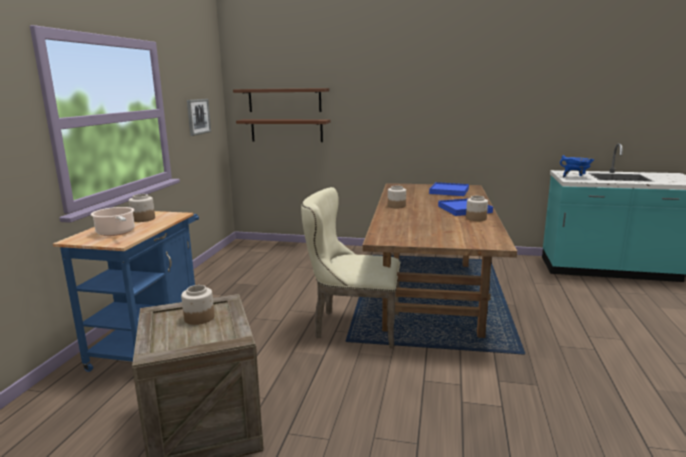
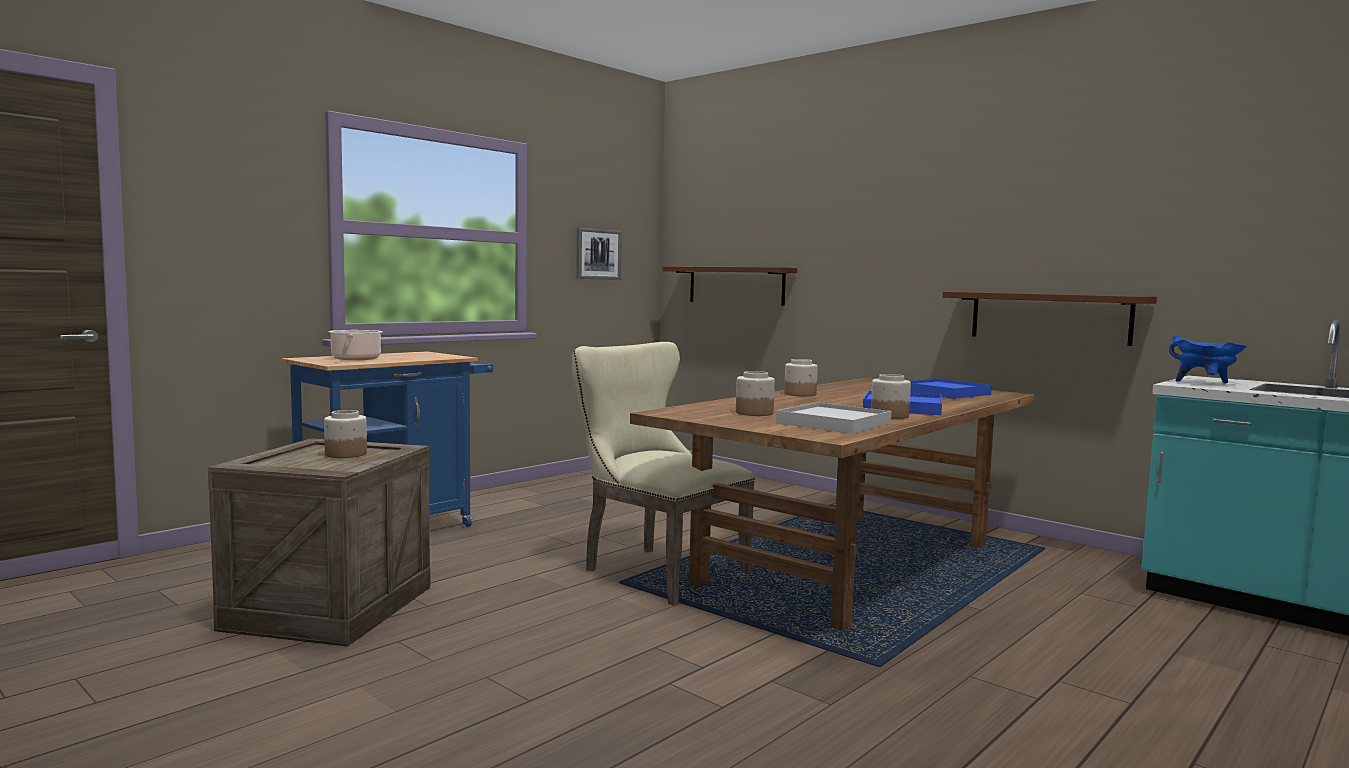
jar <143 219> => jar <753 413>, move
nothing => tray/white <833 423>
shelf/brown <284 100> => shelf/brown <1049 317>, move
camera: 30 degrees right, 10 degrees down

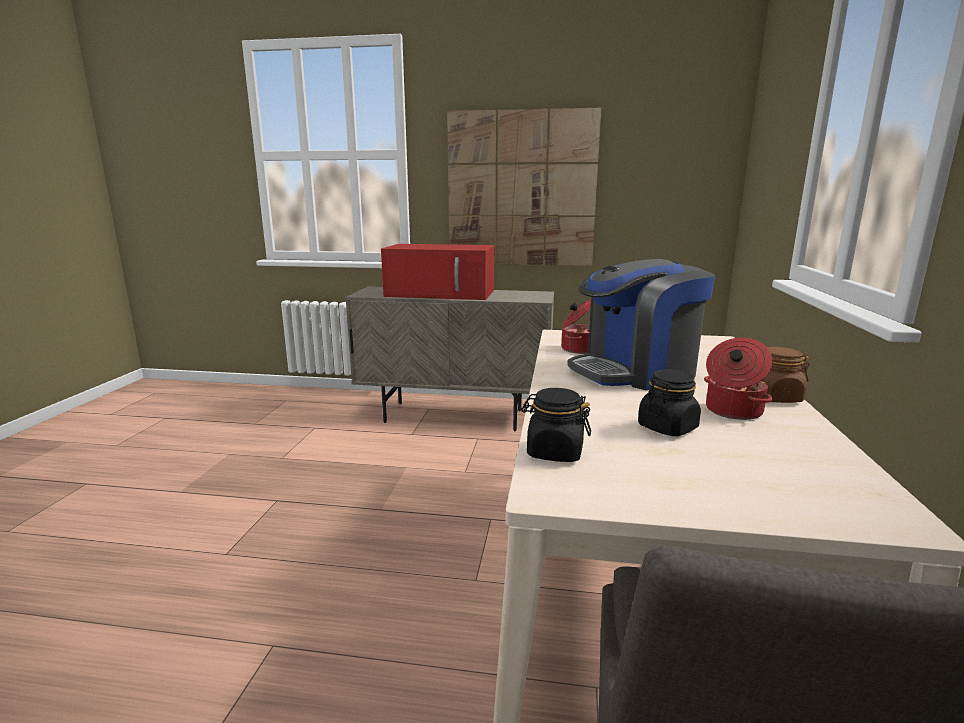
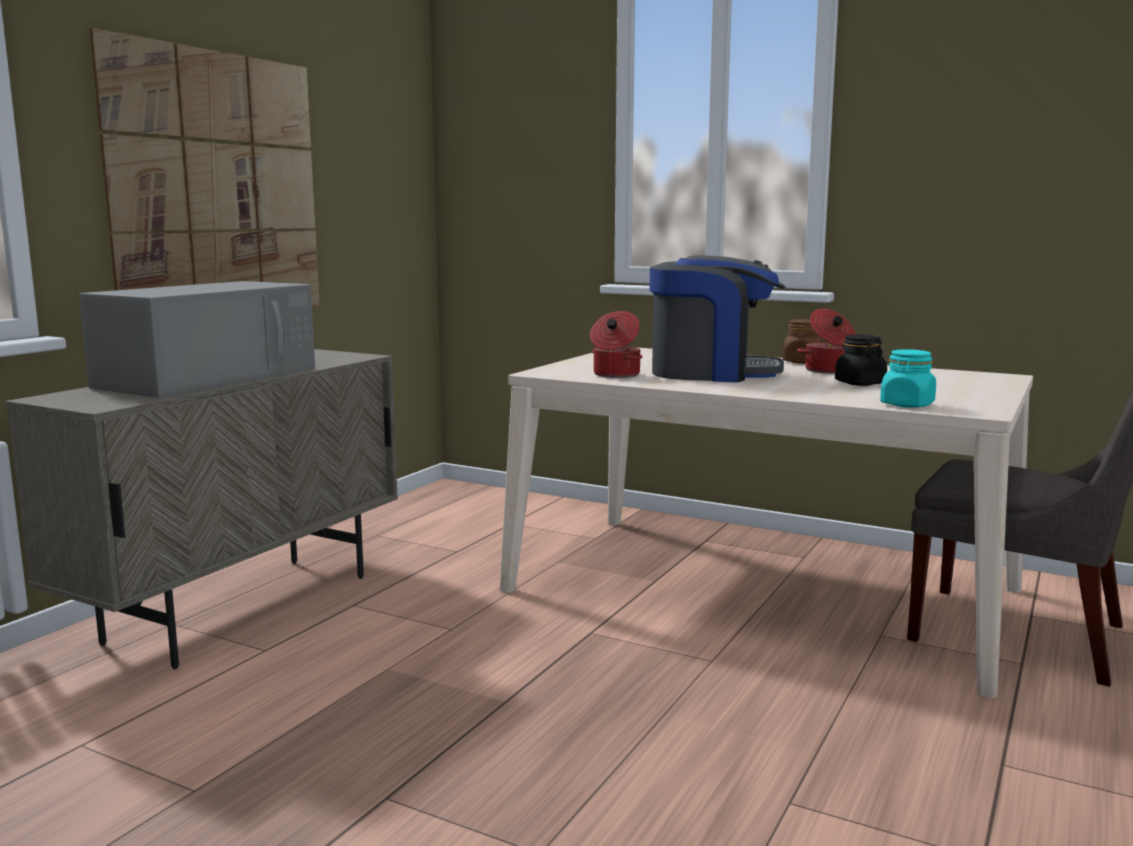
microwave/red <442 293> => microwave/grey <211 377>
coffee machine <635 372> => coffee machine <712 373>, 75 degrees counterclockwise
jar/black <554 452> => jar/turquoise <907 405>
camera: 70 degrees left, 5 degrees down

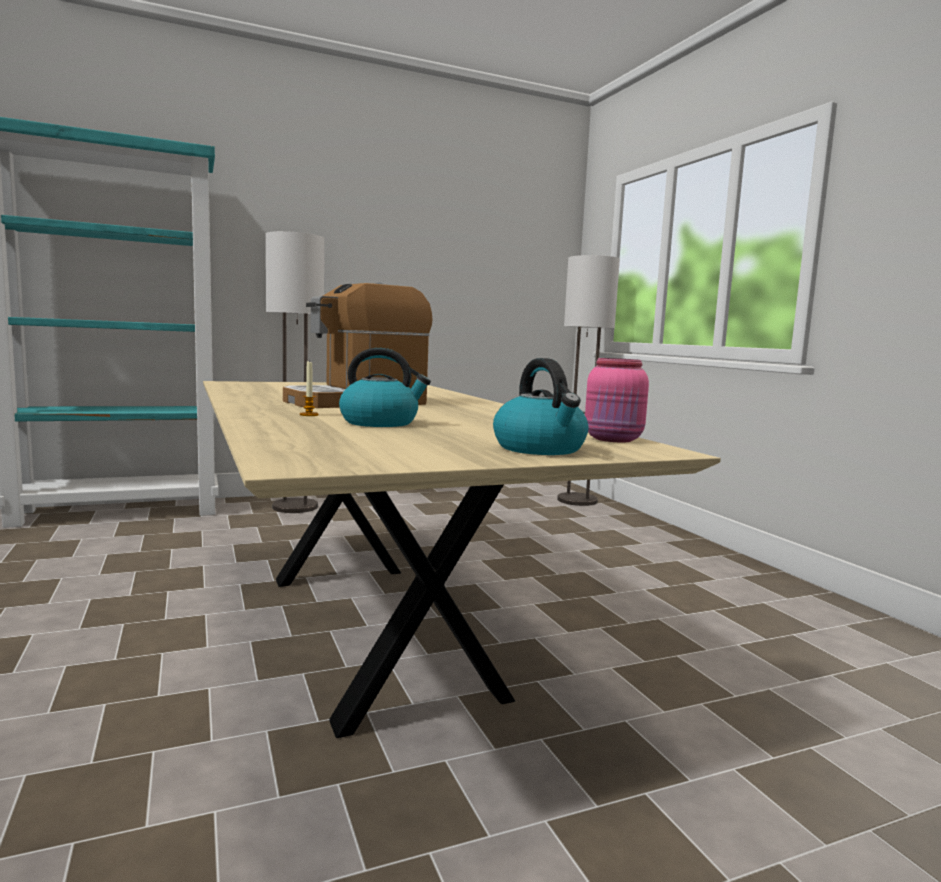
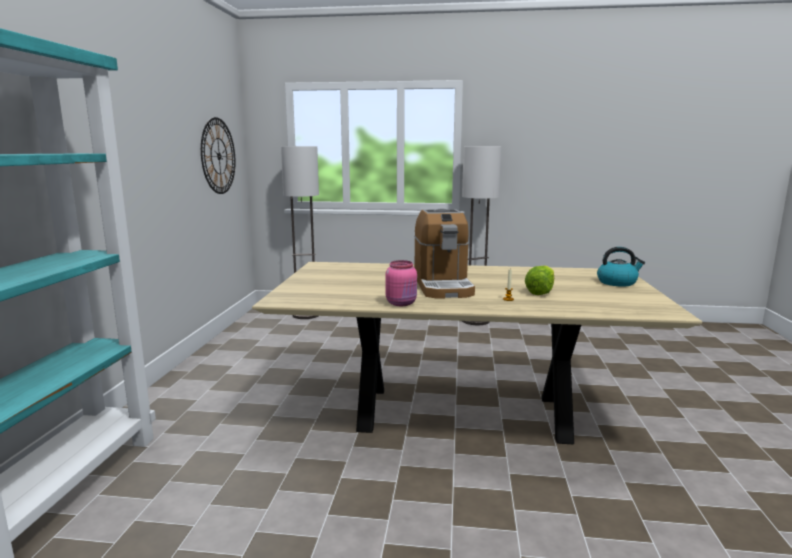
nothing => wall clock <218 156>
jar/pink <614 439> => jar/pink <402 303>, move
floor lamp <294 507> => floor lamp <475 320>, move
kettle <380 422> => lettuce <540 291>
camera: 60 degrees left, 5 degrees up

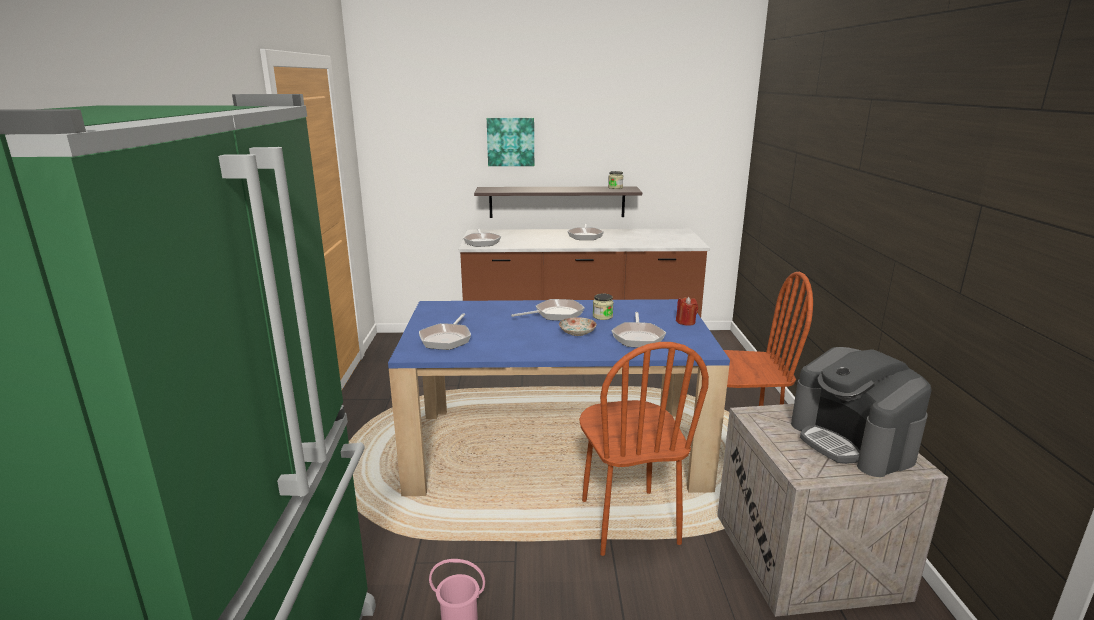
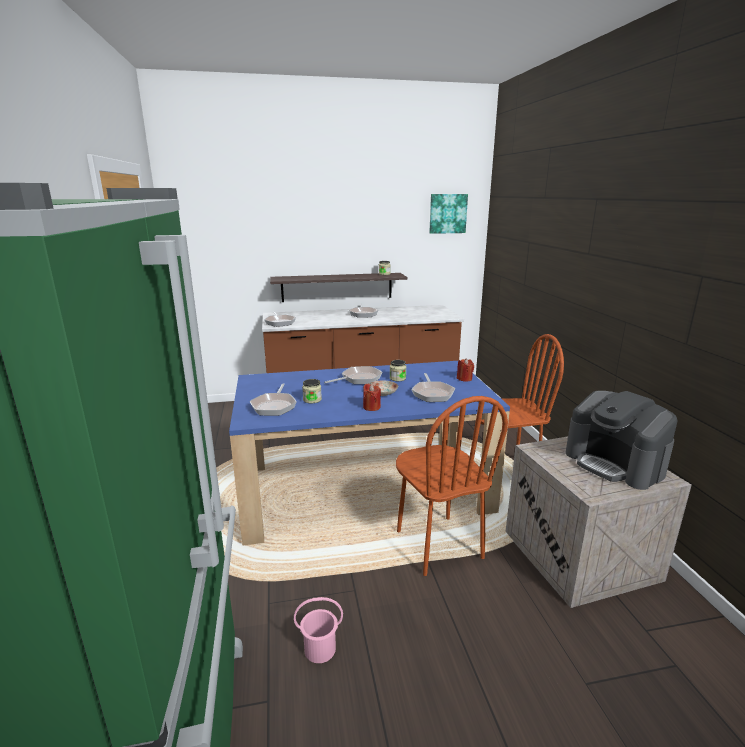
nothing => jar <312 400>
nothing => candle/red <371 407>
picture <510 141> => picture <447 213>, move
camera: 10 degrees left, 0 degrees up

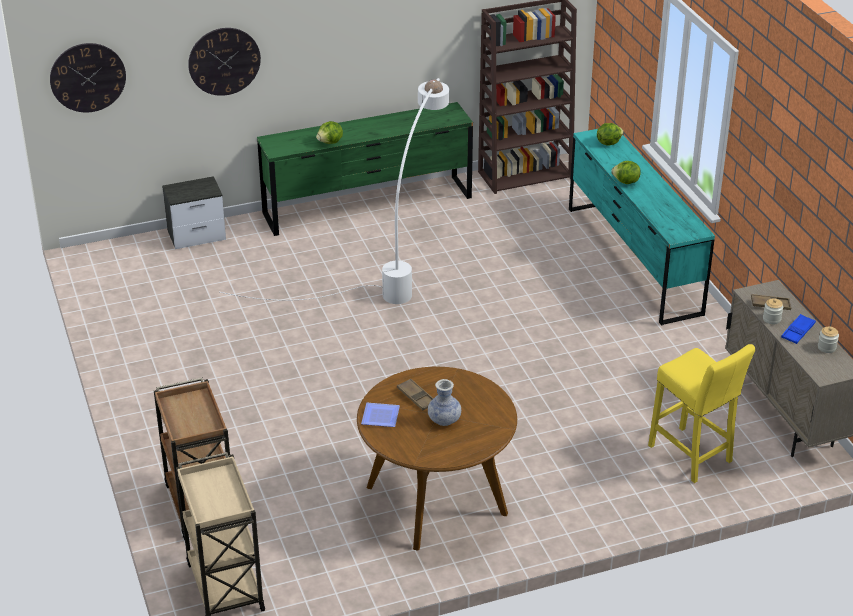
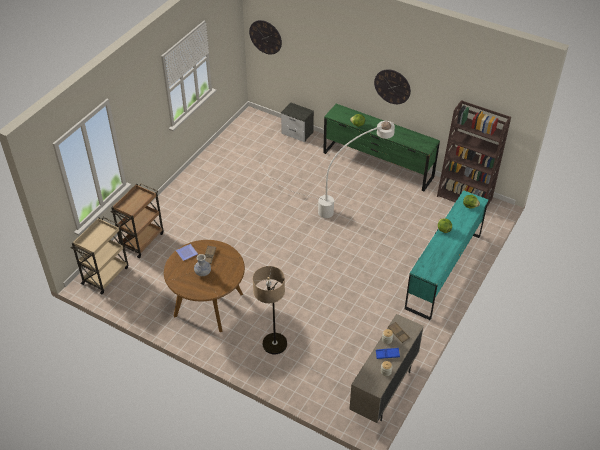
nothing => floor lamp <273 352>
wall clock <224 61> => wall clock <392 86>, move
stool/yellow <692 457> => nothing
camera: 50 degrees right, 10 degrees up

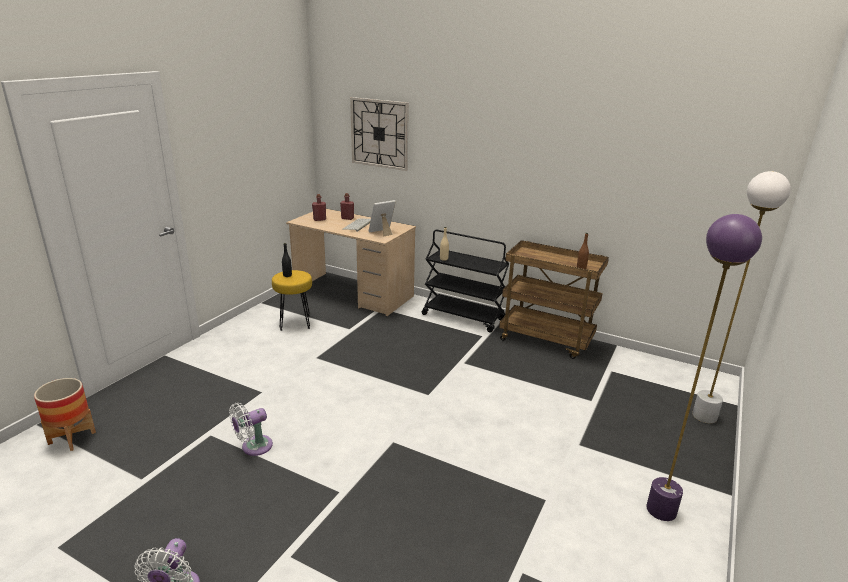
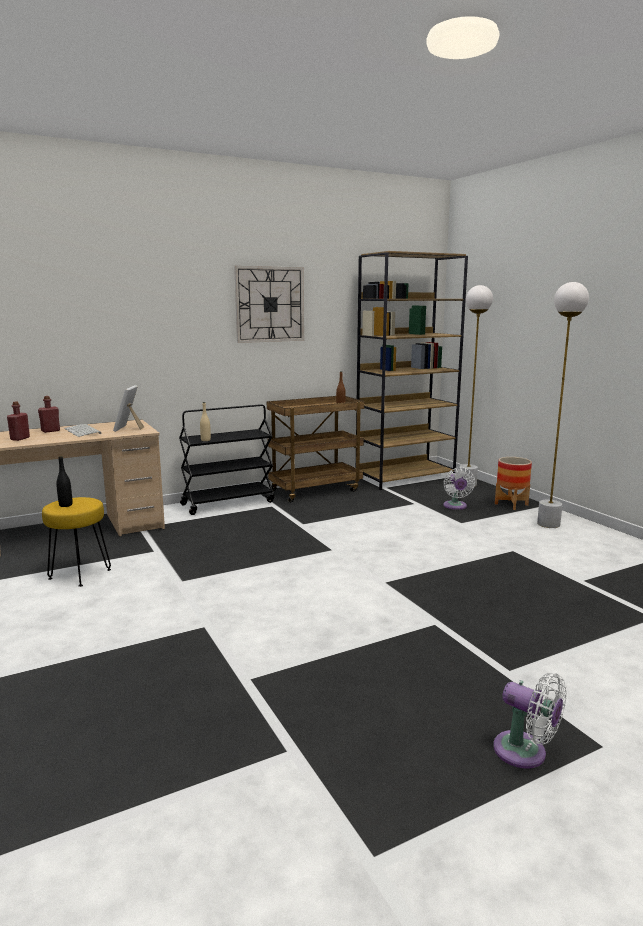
wall clock <379 133> => wall clock <270 304>, move
nothing => bookcase/brown <405 477>
fan/white <254 447> => fan/white <455 506>, move
planter <72 438> => planter <511 504>, move
floor lamp/purple <661 510> => floor lamp/white <548 524>
camera: 55 degrees left, 10 degrees down

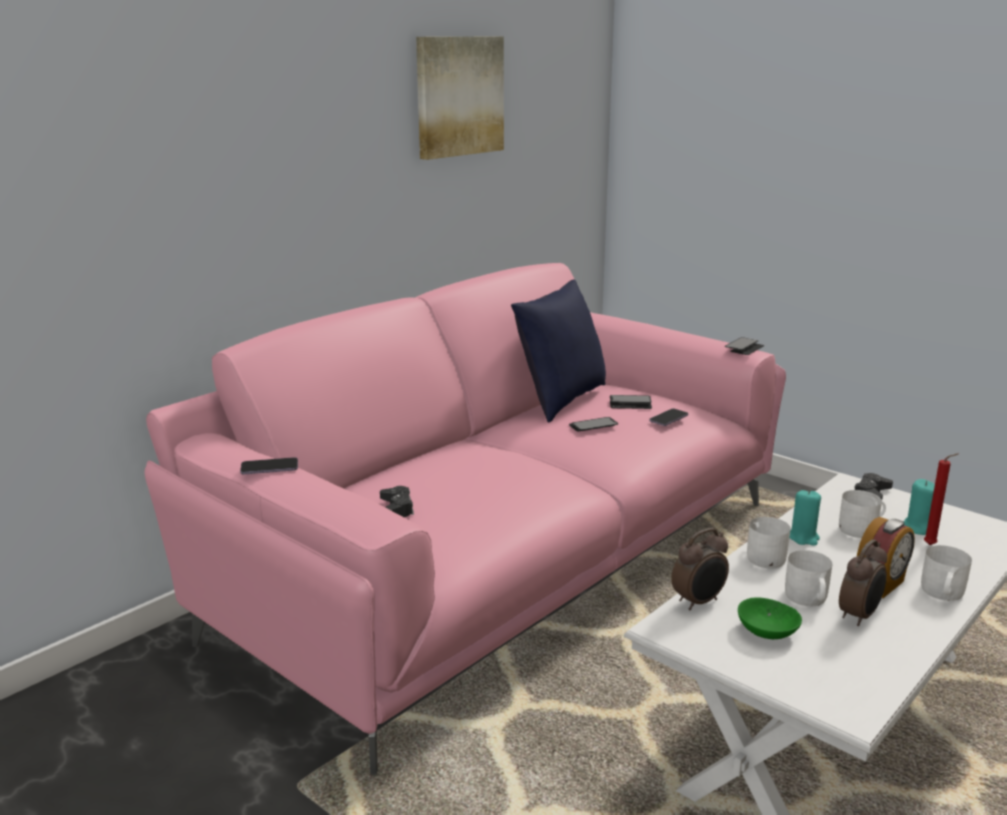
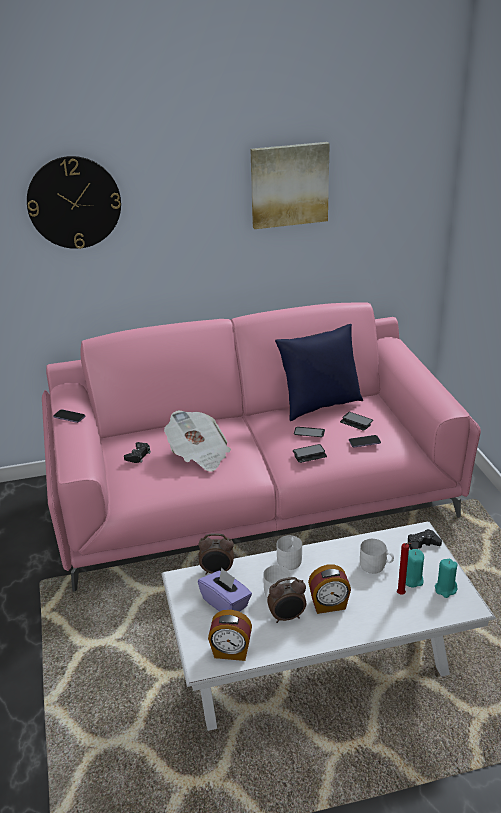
nothing => wall clock <74 202>
nothing => newspaper <199 454>
bowl/green <765 631> => tissue box/purple <226 603>
nothing => alarm clock <231 652>
phone <744 348> => phone <309 454>, move
candle/turquoise <803 538> => candle/turquoise <445 589>, move
mug/white <941 593> => nothing
camera: 35 degrees right, 10 degrees up

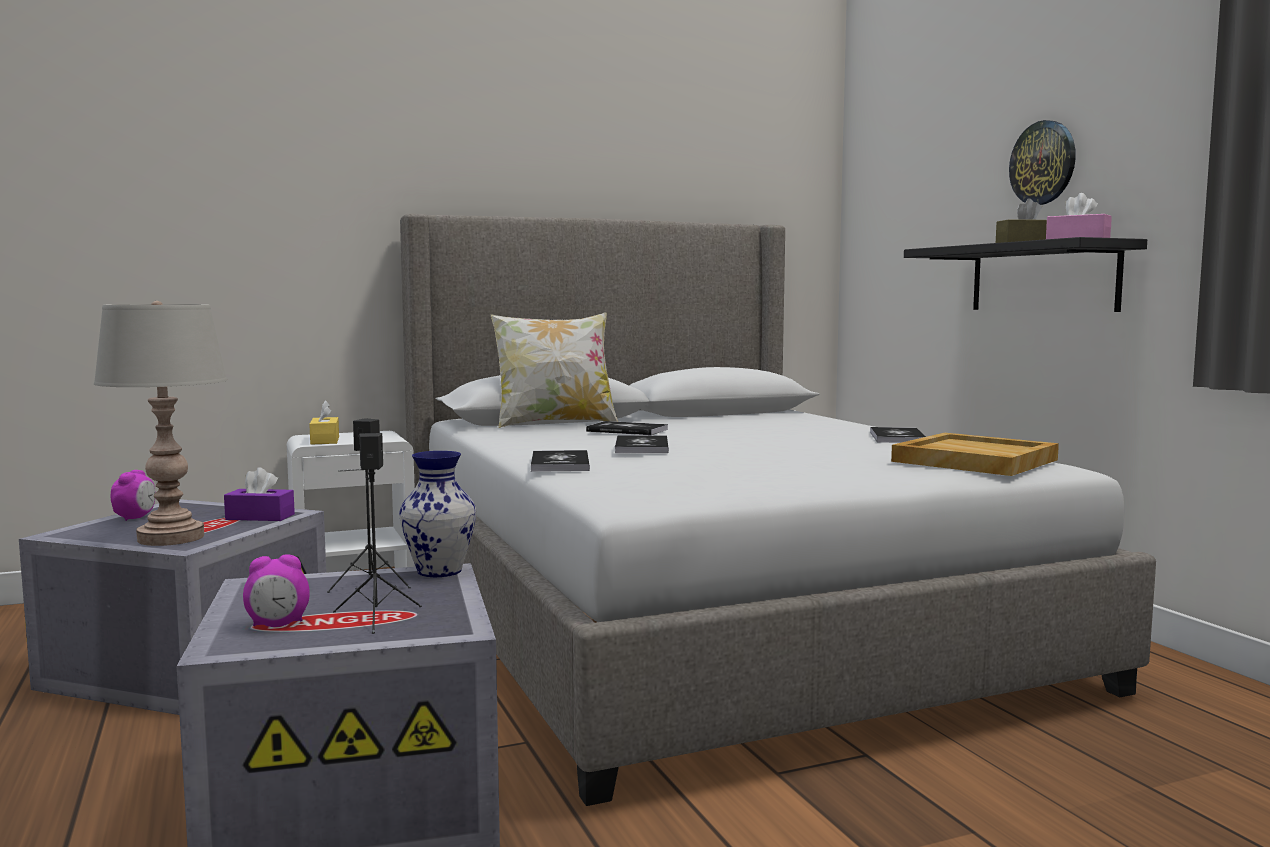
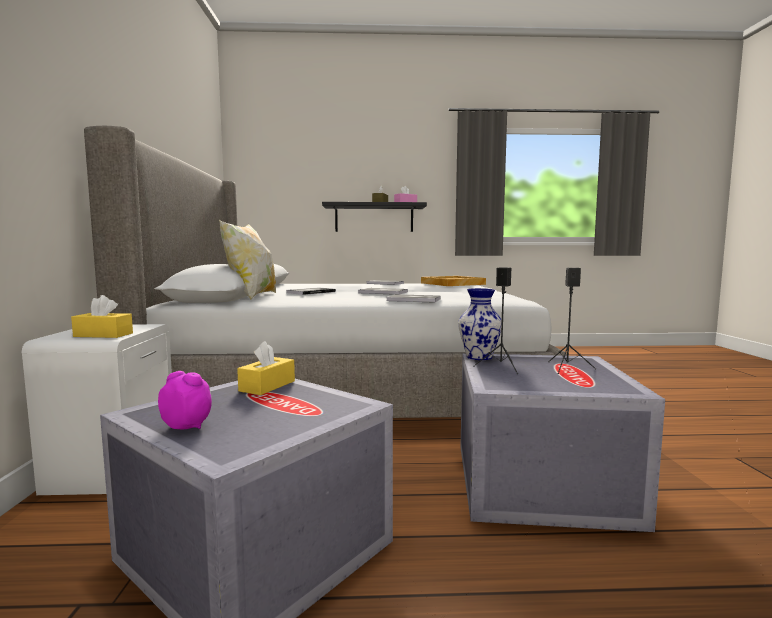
tissue box/purple <260 517> => tissue box/yellow <267 386>
table lamp/grey <171 538> => nothing
alarm clock <278 625> => nothing
wall clock <1043 163> => nothing
camera: 70 degrees left, 0 degrees up

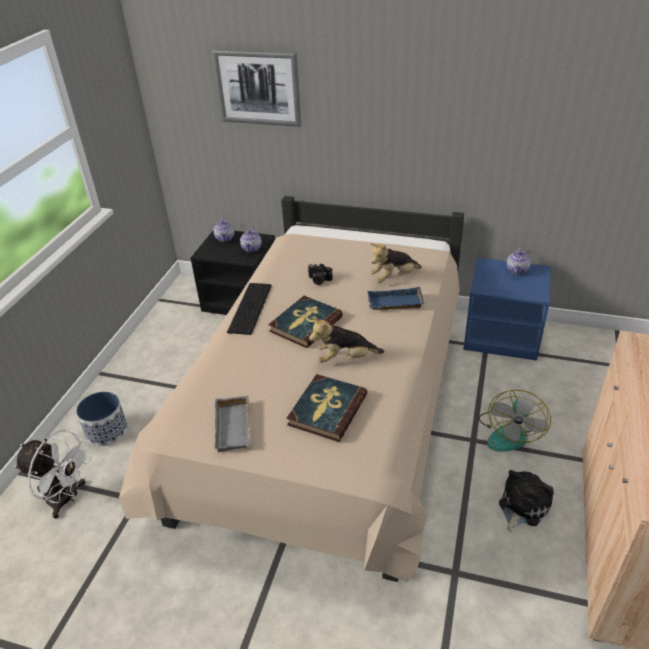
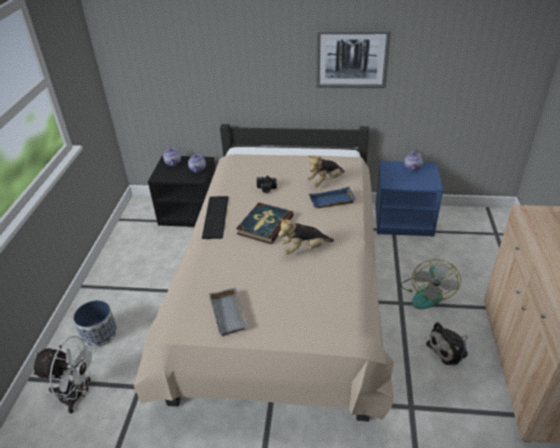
picture <258 88> => picture <351 58>, move
plush toy <522 506> => plush toy <449 349>, 150 degrees counterclockwise
book <327 409> => nothing
camera: 10 degrees left, 0 degrees up

